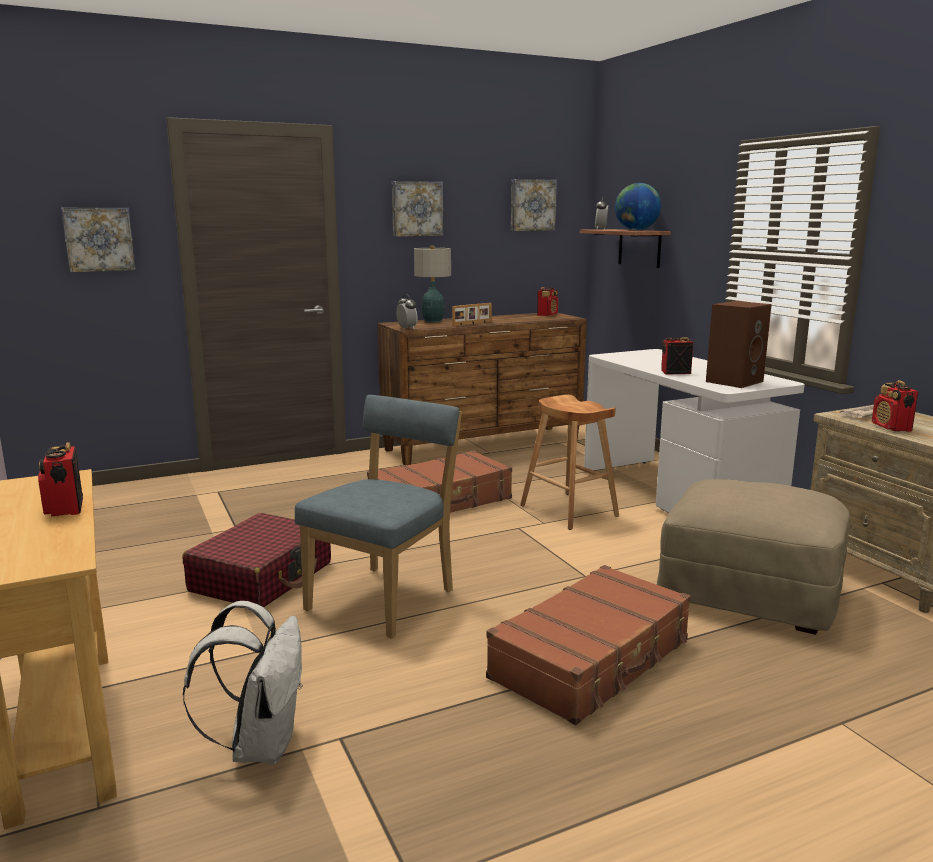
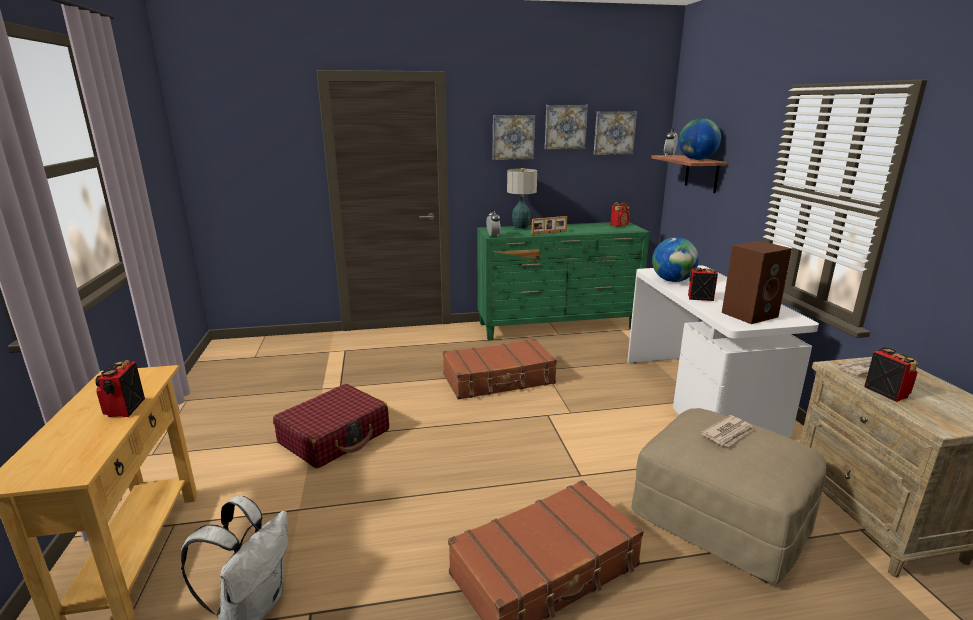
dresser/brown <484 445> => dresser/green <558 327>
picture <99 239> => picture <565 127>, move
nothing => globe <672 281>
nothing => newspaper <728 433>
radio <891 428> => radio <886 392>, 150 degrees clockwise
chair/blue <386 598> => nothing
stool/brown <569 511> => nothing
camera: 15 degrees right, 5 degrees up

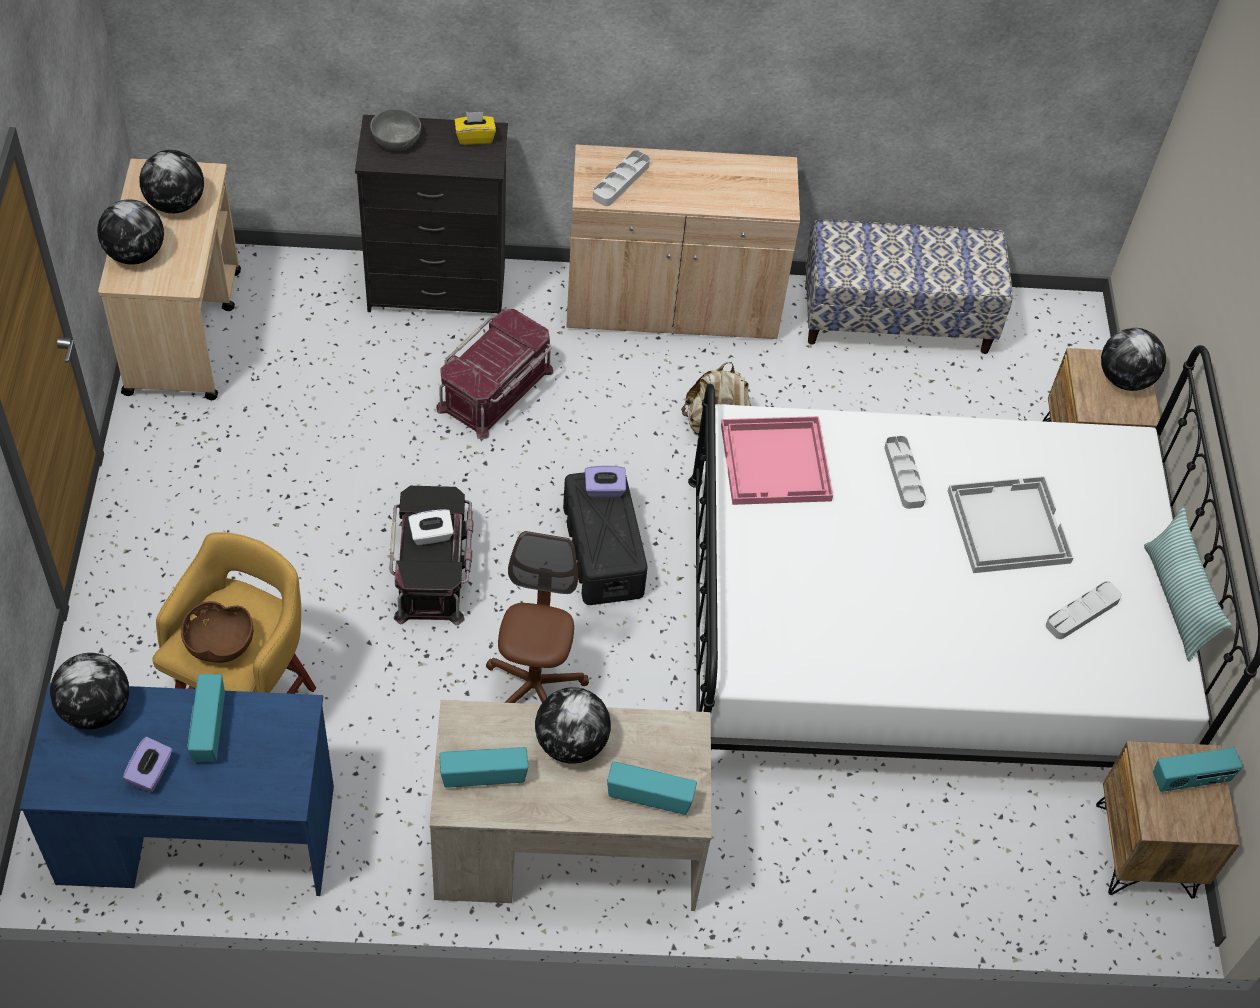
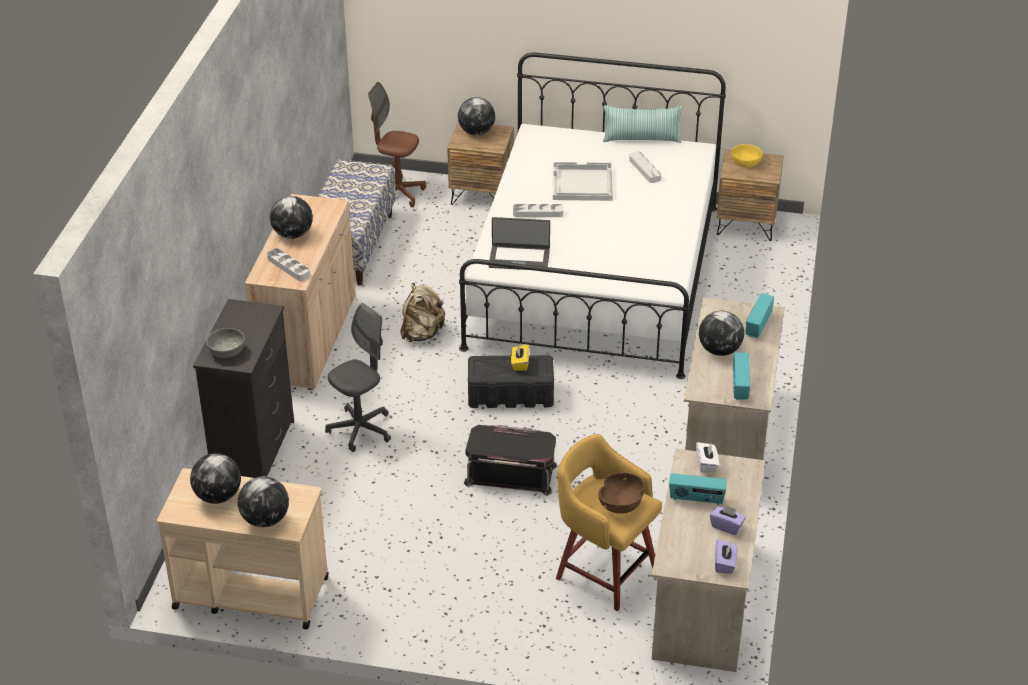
globe <95 710> => globe <292 234>, move
storage box/red <496 390> => office chair/grey <360 429>
office chair/brown <534 686> => office chair/brown <397 193>, move
tray/pink <776 463> => laptop <519 258>
tissue box/yellow <475 137> => tissue box/yellow <520 364>, move
desk/blue <197 834> => desk/beige <703 600>
tissue box/white <431 535> => tissue box/white <706 464>, move
tissue box/purple <604 490> => tissue box/purple <724 564>, move
radio <1190 780> => bowl/yellow <745 162>
camera: 75 degrees left, 15 degrees down

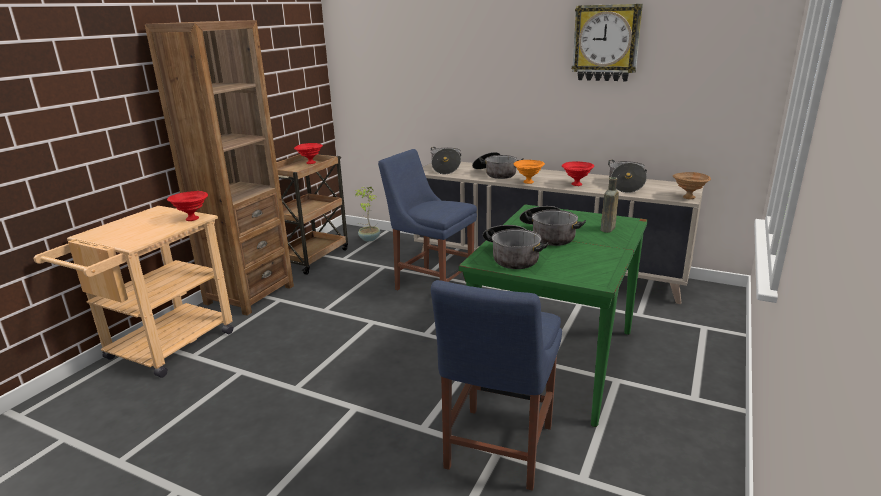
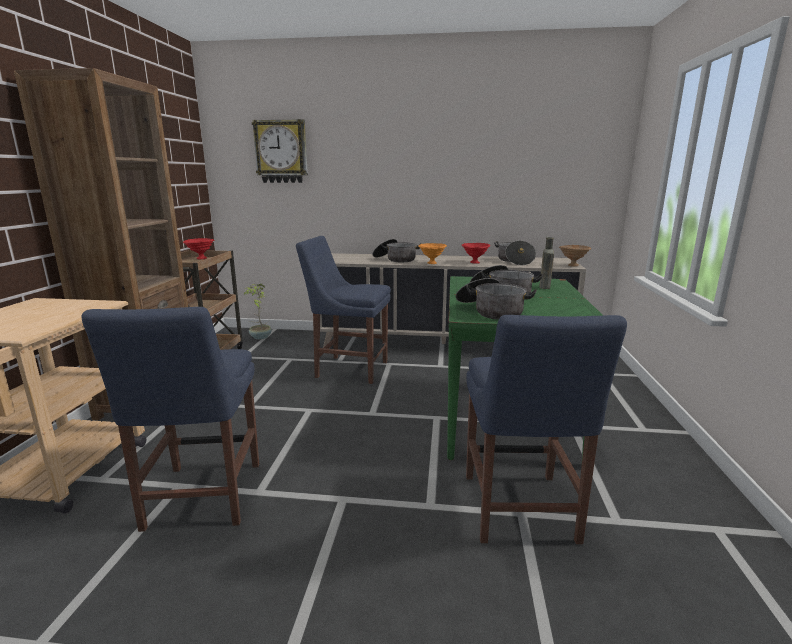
nothing => chair/blue <201 499>
wall clock <606 43> => wall clock <281 152>, move
bowl/red <191 219> => nothing
cooking pot <445 168> => nothing
camera: 20 degrees left, 5 degrees down

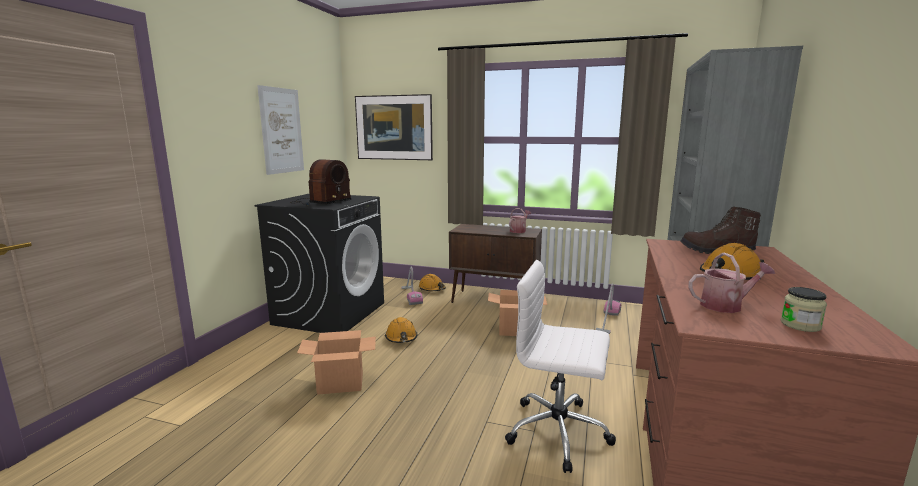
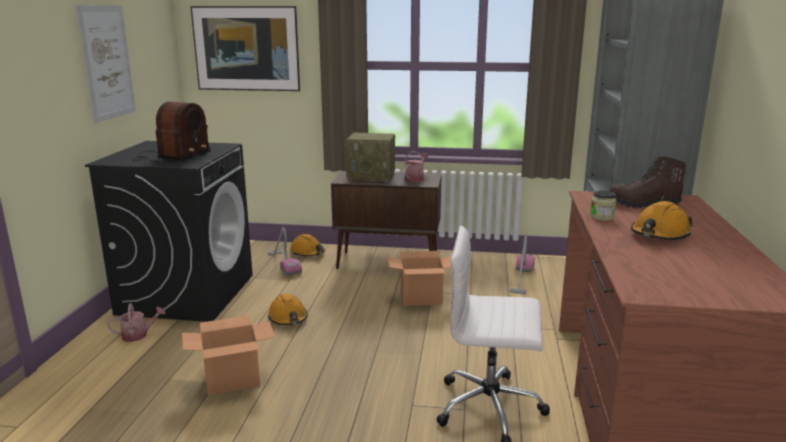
watering can <726 305> => watering can <138 335>, move
nothing => radio <372 177>
jar <800 325> => jar <601 217>, move
camera: 10 degrees left, 5 degrees up

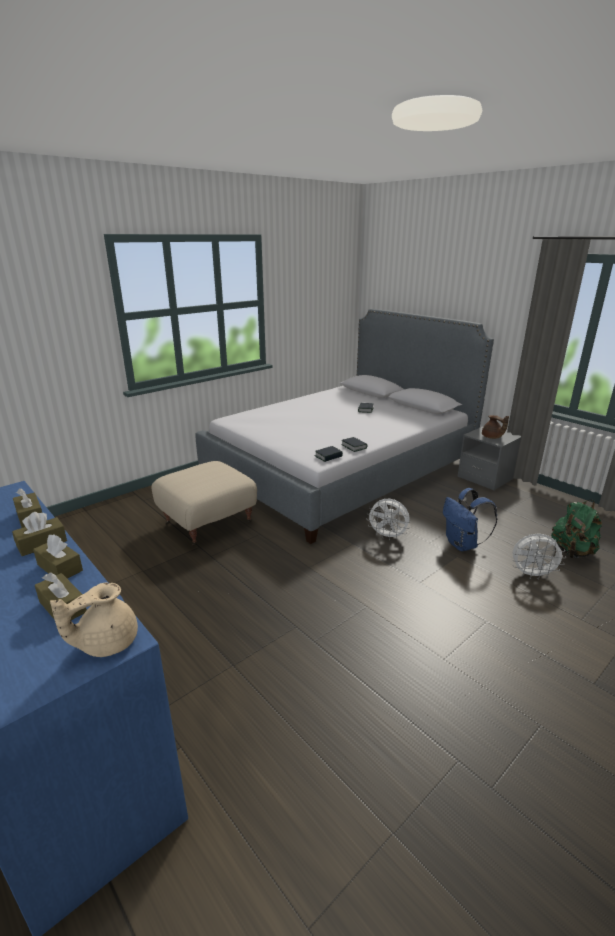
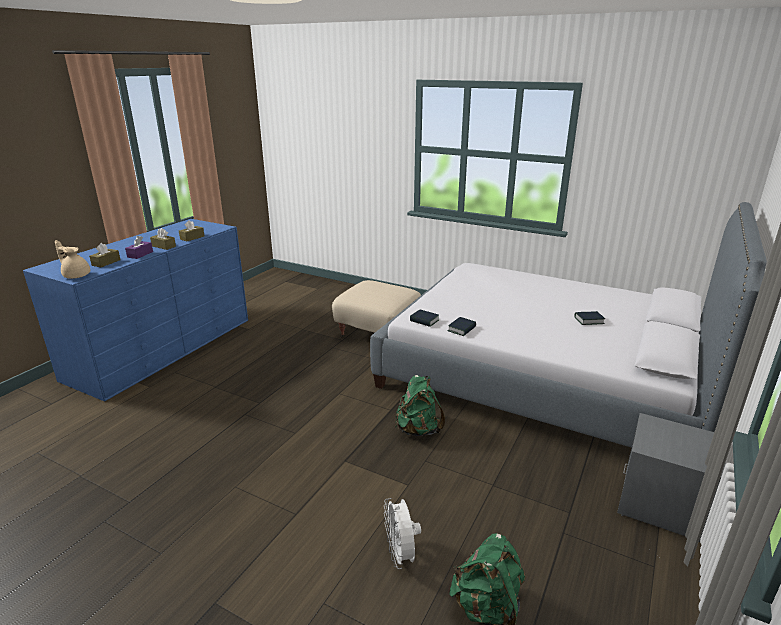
tissue box/brown <60 568> => tissue box/purple <140 254>
fan/white <387 536> => backpack/green <418 429>
backpack/blue <463 545> => nothing
teapot/brown <492 437> => nothing
camera: 70 degrees right, 0 degrees up

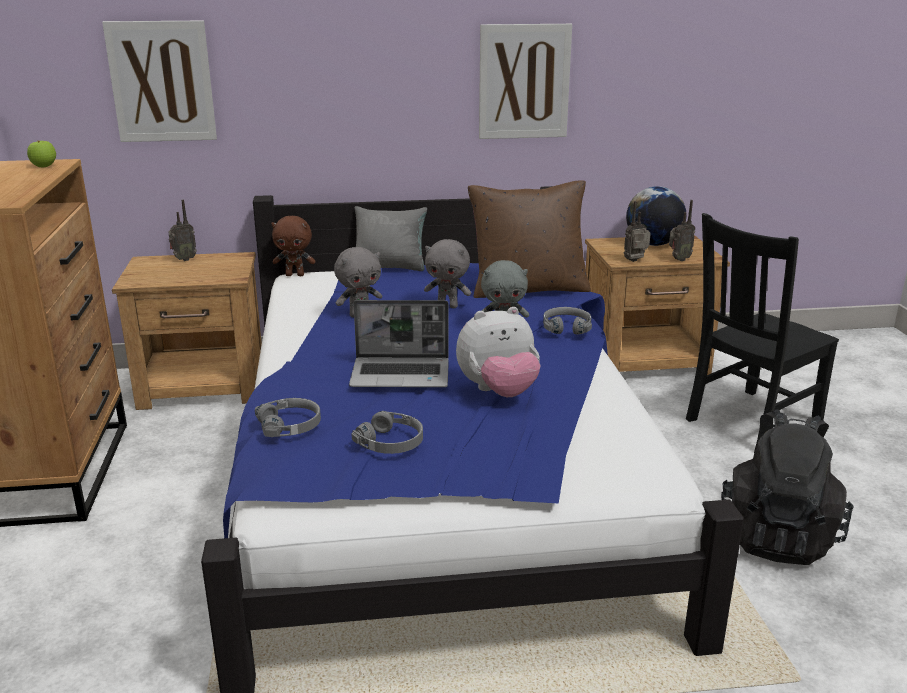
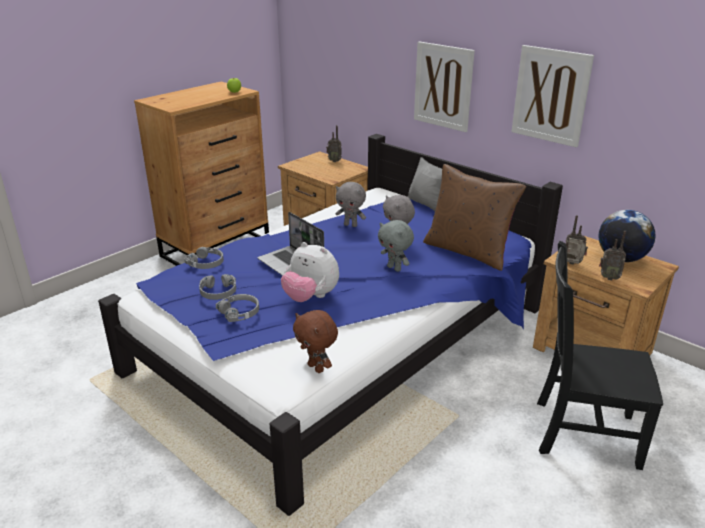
headphones/grey <566 327> => headphones/grey <240 312>, move
plush toy/brown <295 275> => plush toy/brown <317 368>, move
picture <161 82> => picture <443 86>, move
backpack/black <777 536> => nothing
camera: 50 degrees right, 5 degrees up

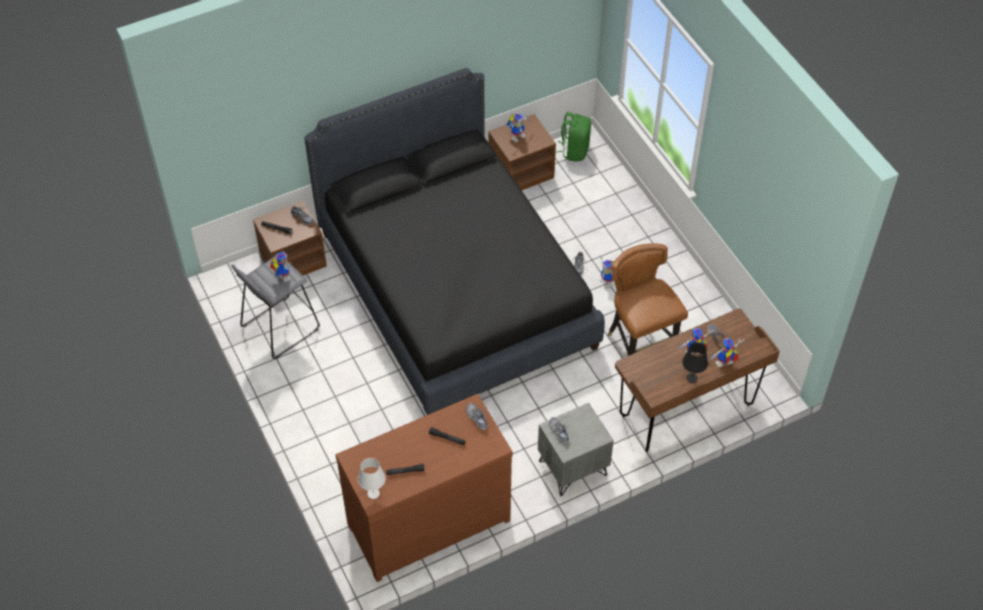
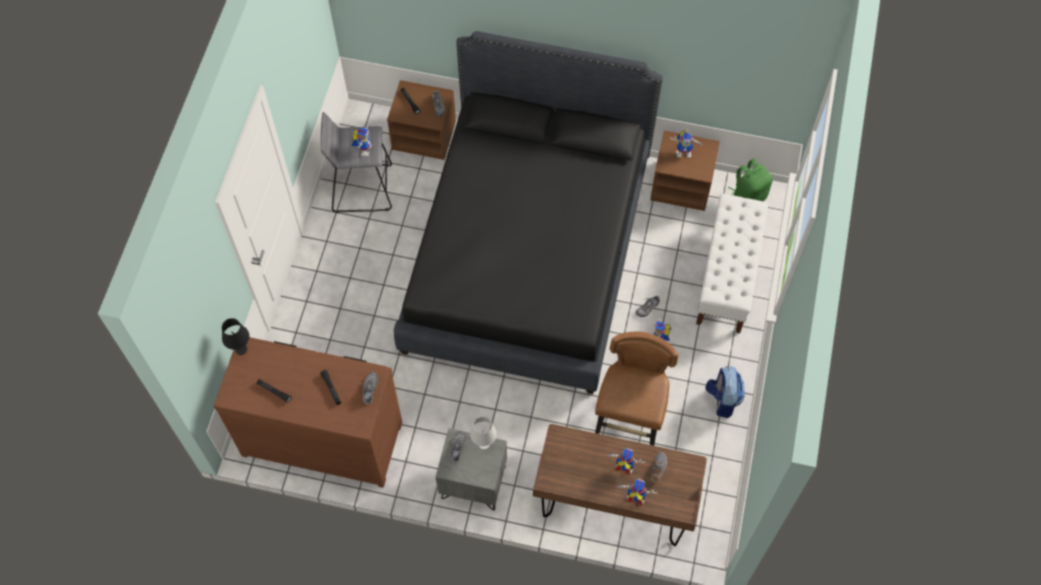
table lamp/black <692 378> => table lamp/black <241 349>, move
table lamp/white <373 493> => table lamp/white <484 444>, move
nothing => bench/white <727 276>
nothing => backpack <722 399>
camera: 40 degrees right, 10 degrees up

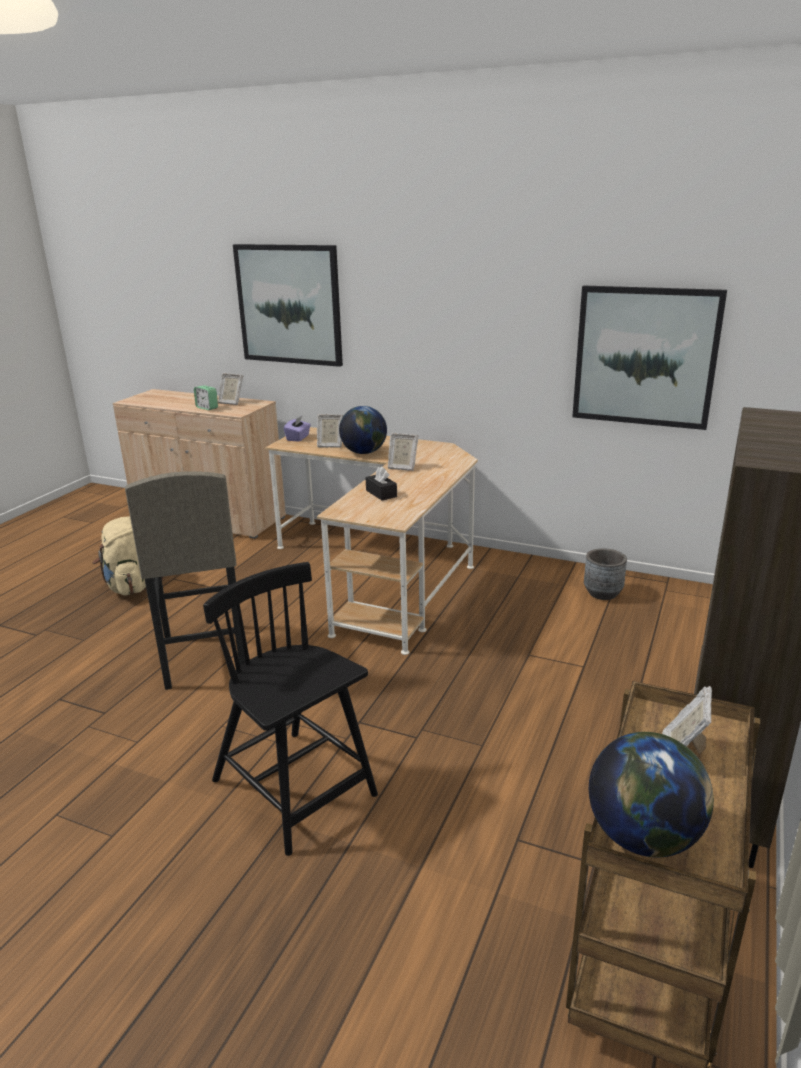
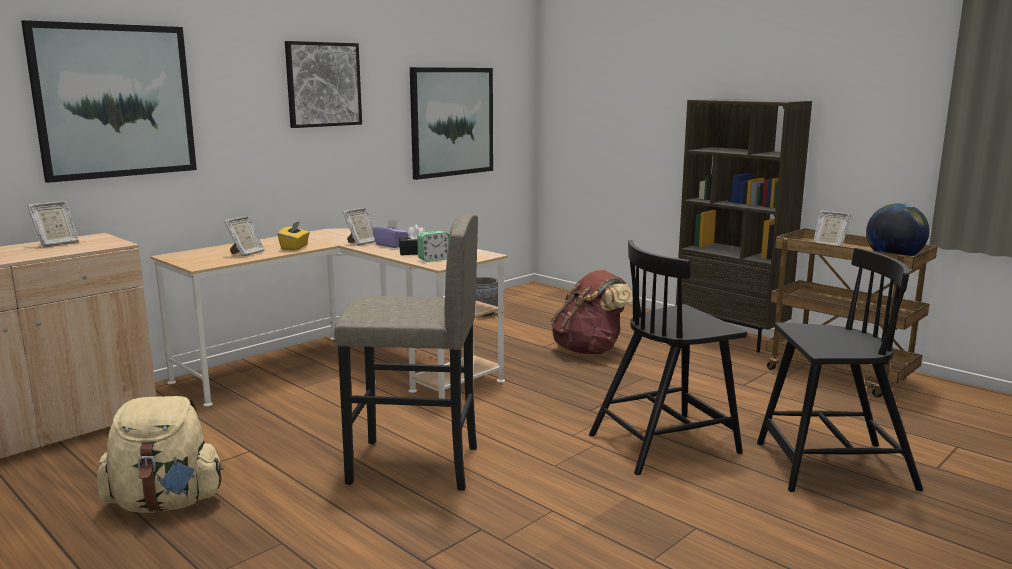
globe <364 452> => tissue box/yellow <295 247>
nothing => picture <323 84>
tissue box/purple <298 438> => tissue box/purple <391 245>, move
alarm clock <207 408> => alarm clock <434 259>, move
nothing => backpack/brown <589 350>
nothing => chair/black <831 466>
camera: 70 degrees left, 10 degrees down

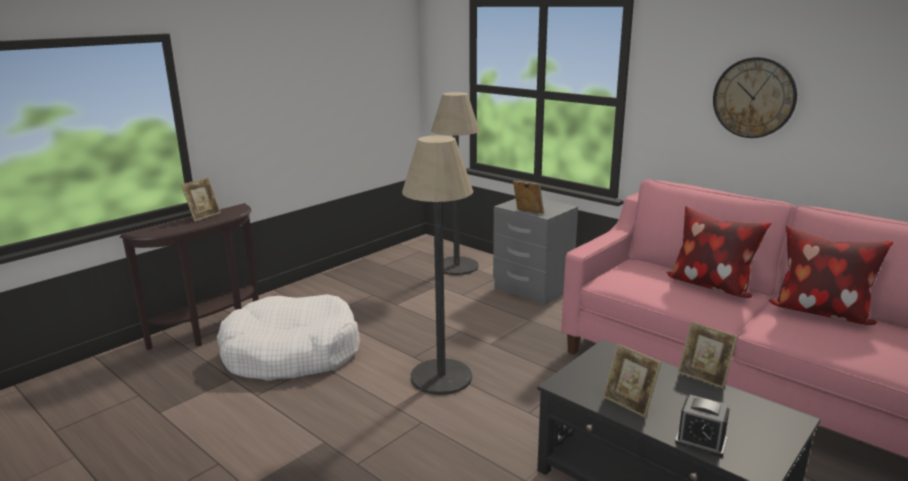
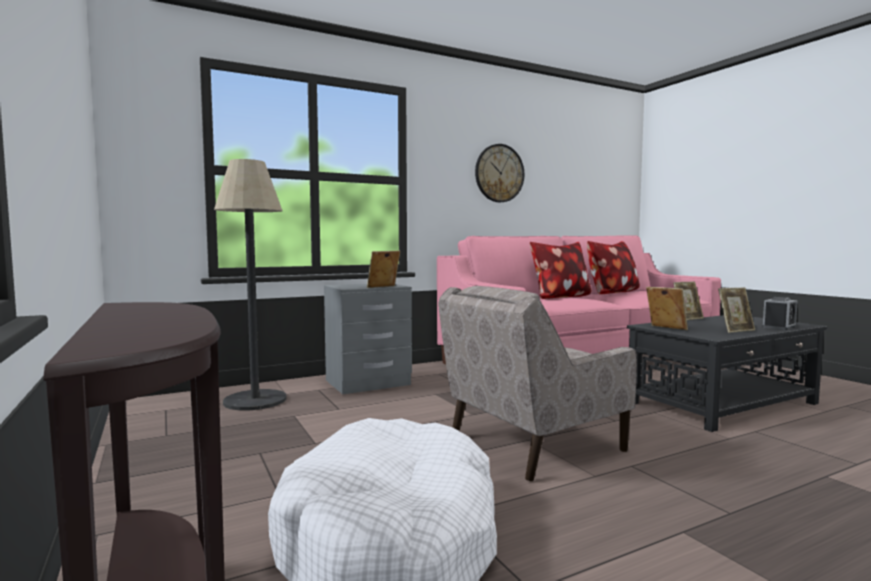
floor lamp <441 377> => armchair/beige <533 444>
picture frame <204 216> => picture frame <665 328>, move
camera: 70 degrees left, 15 degrees down

